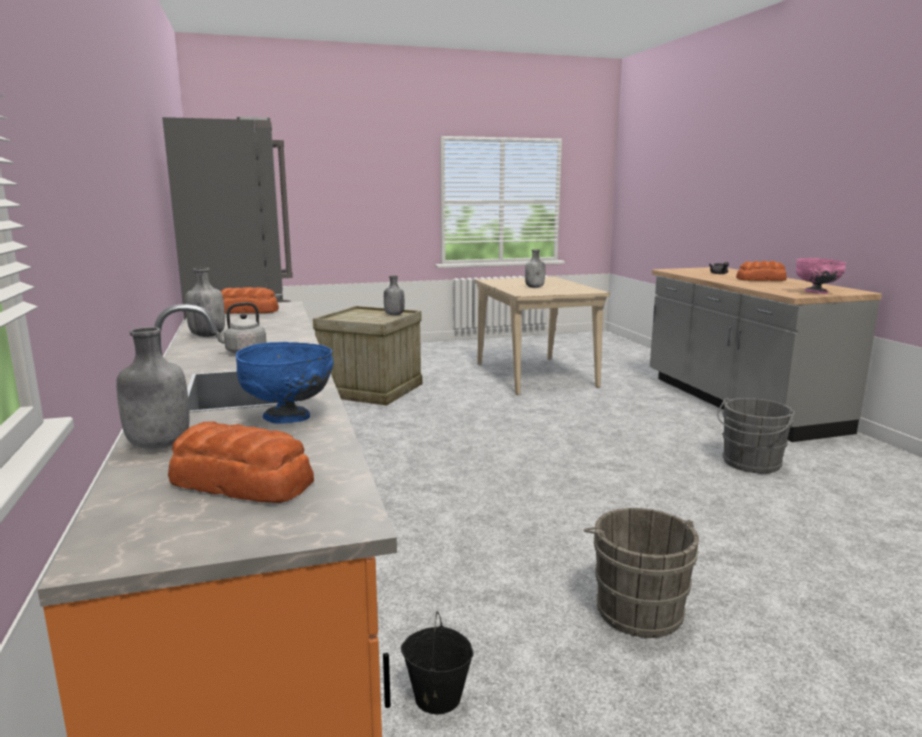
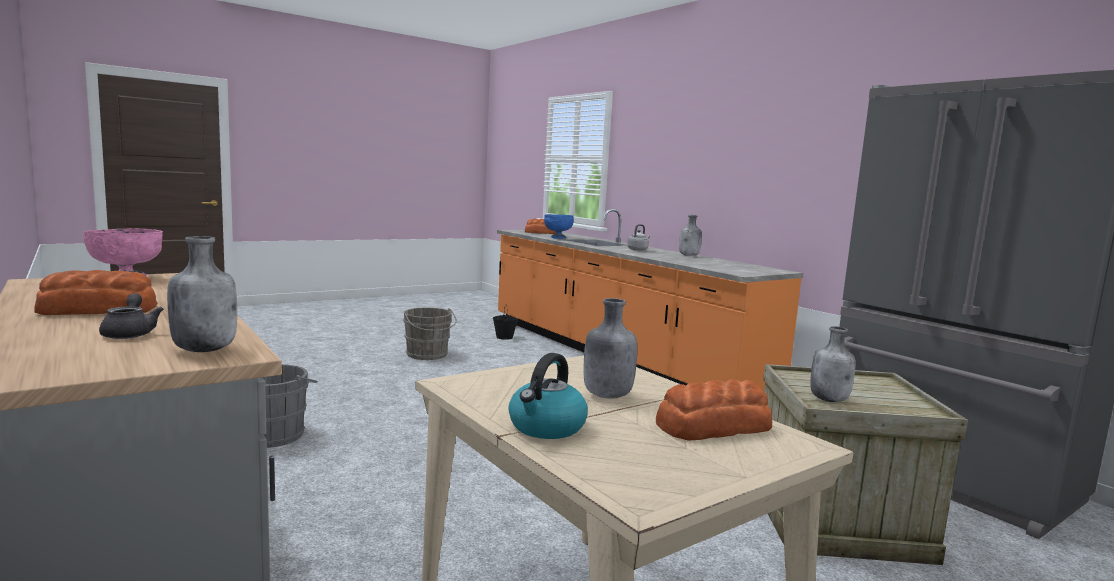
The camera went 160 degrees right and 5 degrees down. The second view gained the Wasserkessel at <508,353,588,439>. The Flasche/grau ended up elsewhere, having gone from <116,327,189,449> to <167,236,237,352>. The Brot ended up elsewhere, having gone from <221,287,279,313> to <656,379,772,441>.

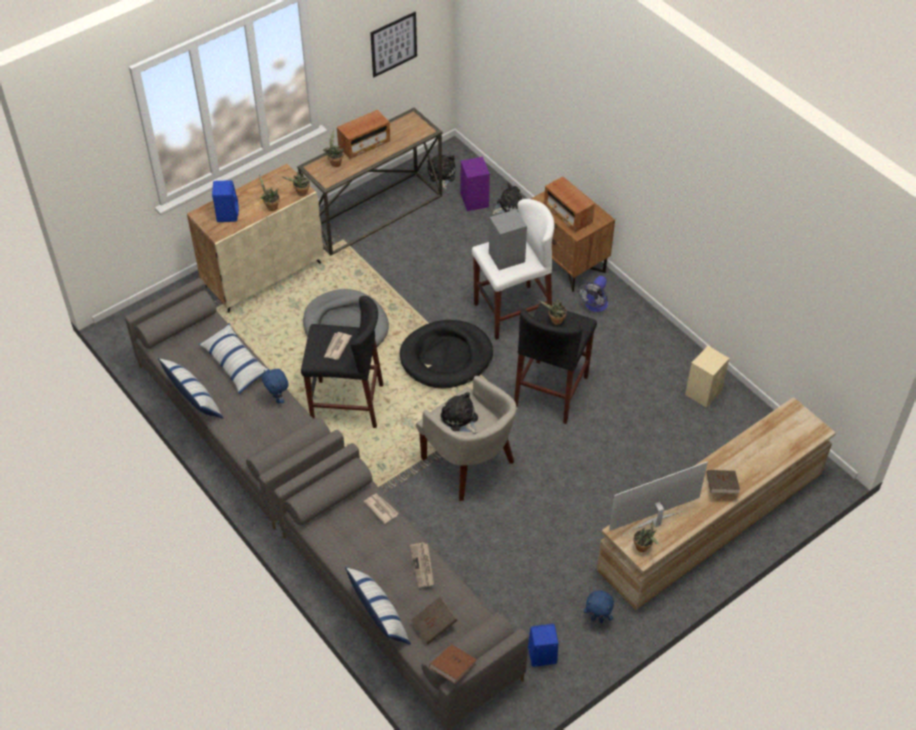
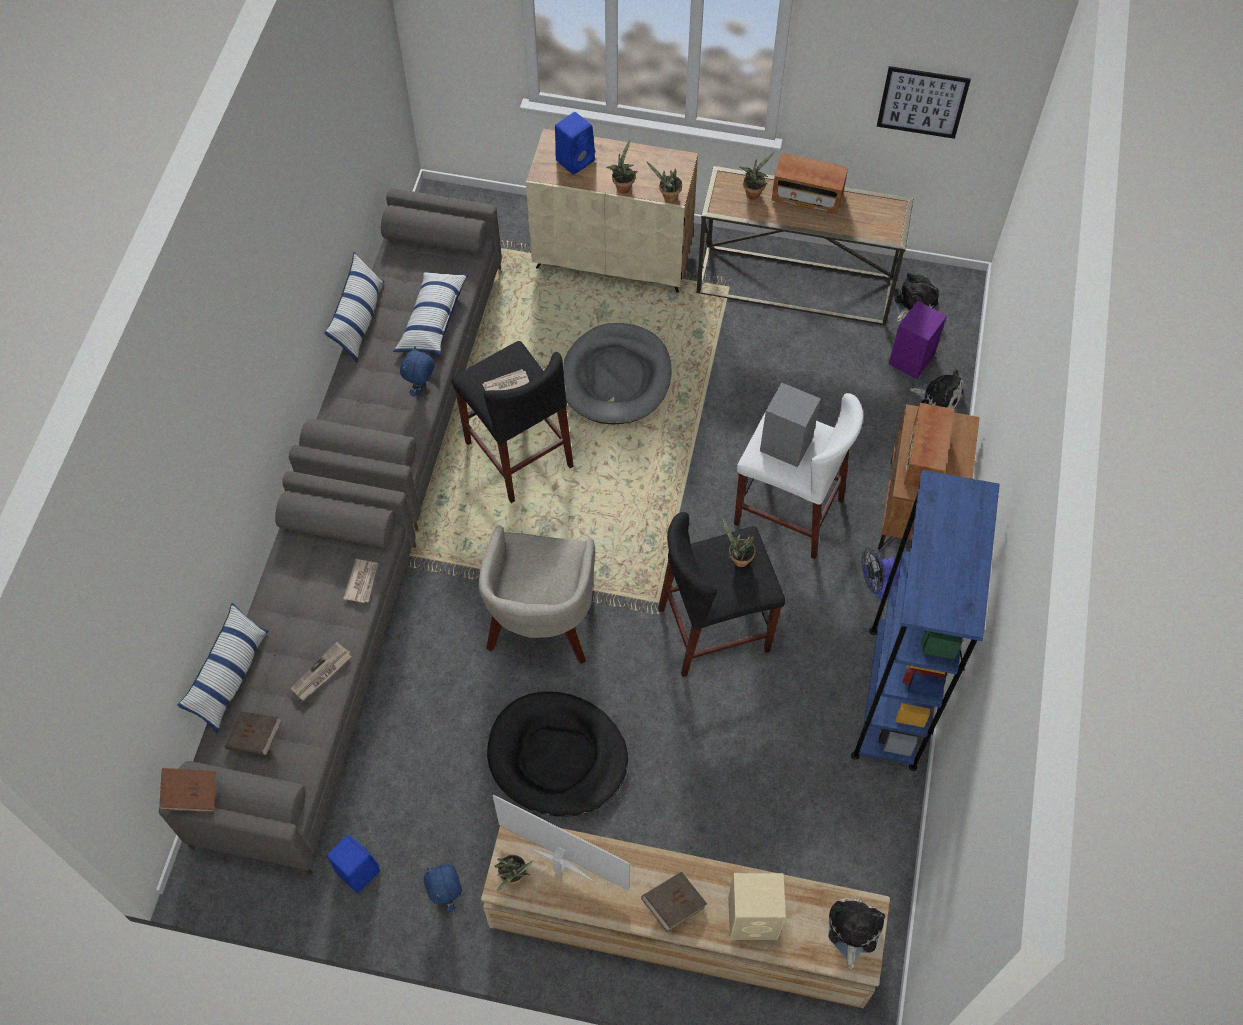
The camera went 50 degrees right and 10 degrees up. The second view gained the Bücherregal/blau at <851,470,1000,771>. The Hundebett/schwarz ended up elsewhere, having gone from <400,320,493,388> to <487,691,628,817>. The Plüschtier ended up elsewhere, having gone from <441,392,478,434> to <829,898,885,970>. The Lautsprecher/beige ended up elsewhere, having gone from <685,346,730,407> to <728,873,786,940>.

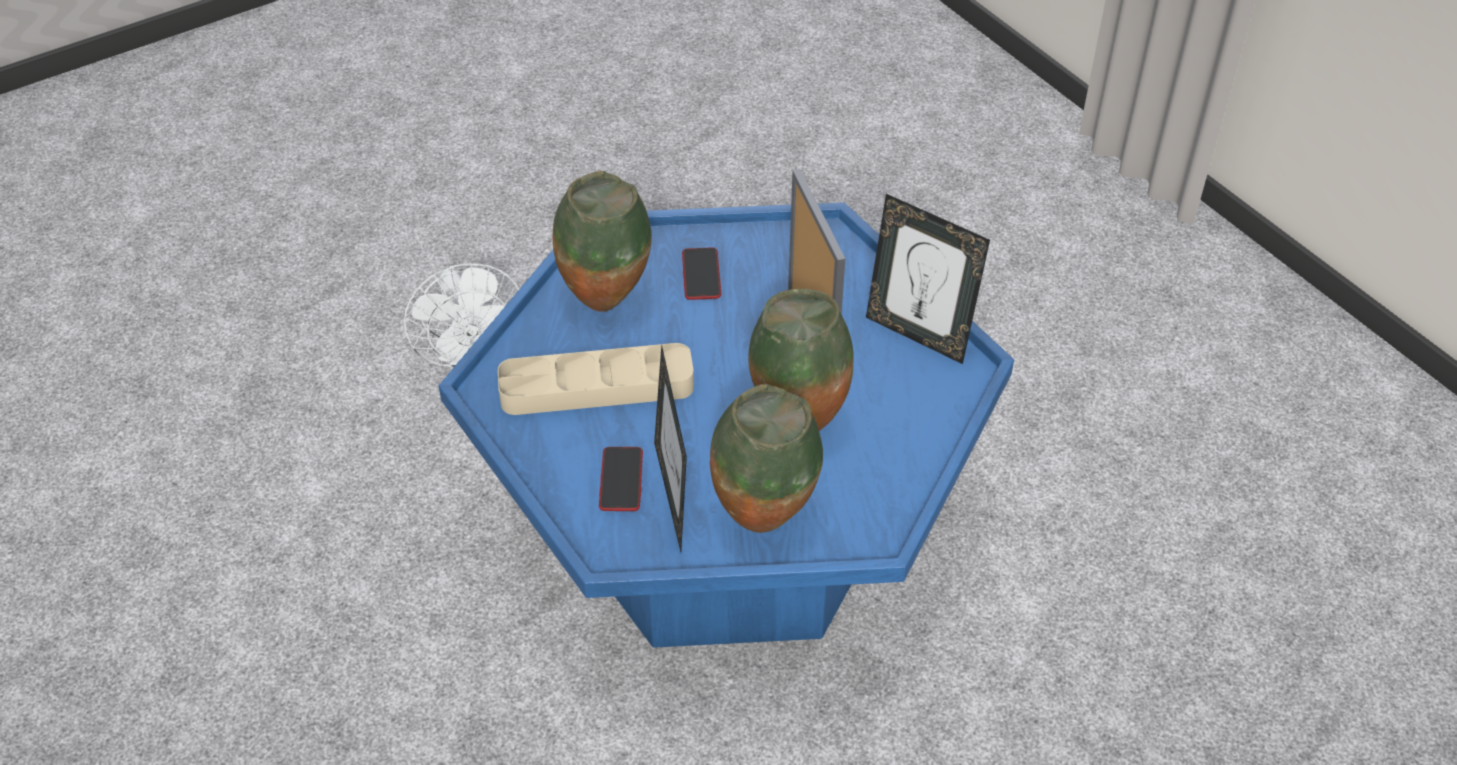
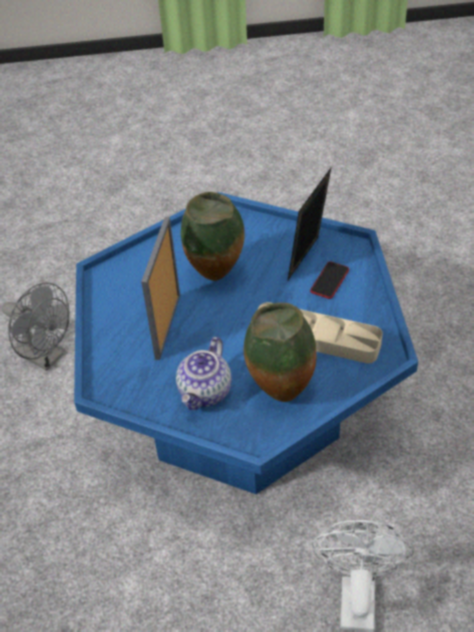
The camera went 150 degrees left and 0 degrees up. The second view lost the Vase at <710,384,823,533>. The second view lost the Bilderrahmen at <866,194,990,364>. The second view gained the Ventilator/grau at <2,283,70,371>. Where the Handy stood at <682,247,721,300>, the Teekanne came to stand at <176,337,231,410>.

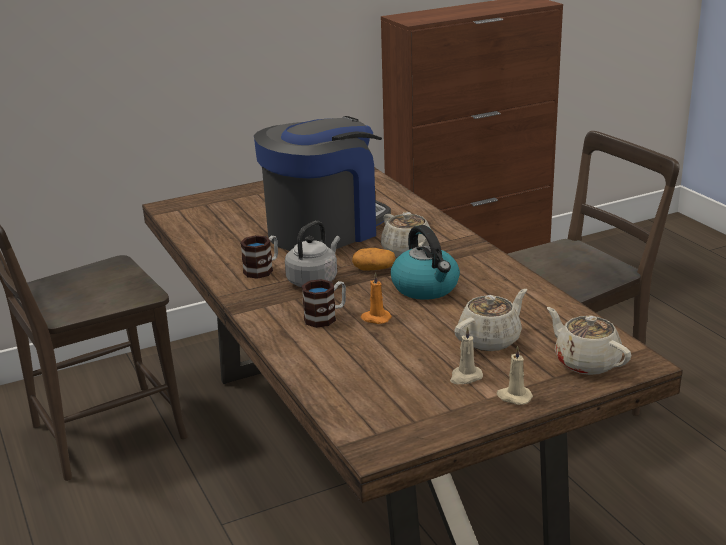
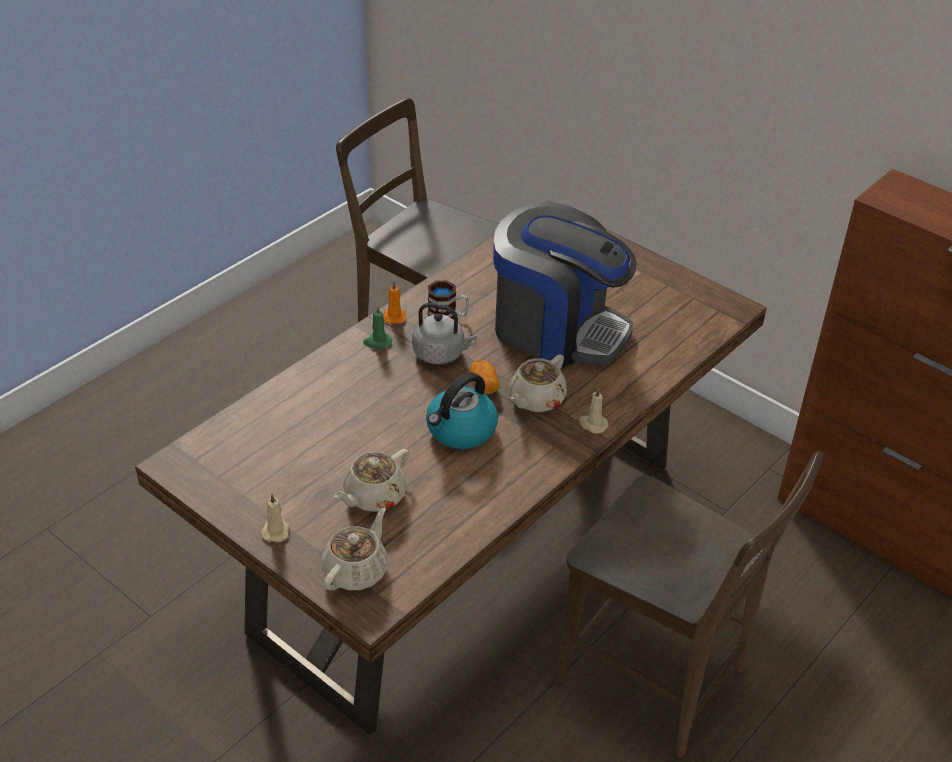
The camera went 65 degrees right and 15 degrees up. The second view lost the Henkelbecher at <302,279,346,328>. The second view gained the Kerze/grün at <363,305,392,349>. The Kerze/orange ended up elsewhere, having gone from <361,273,392,324> to <383,281,406,324>. The Kerze/beige ended up elsewhere, having gone from <450,327,483,384> to <579,387,608,434>. The Teekanne/beige at <454,289,527,351> ended up facing another way, 105 degrees clockwise from before.

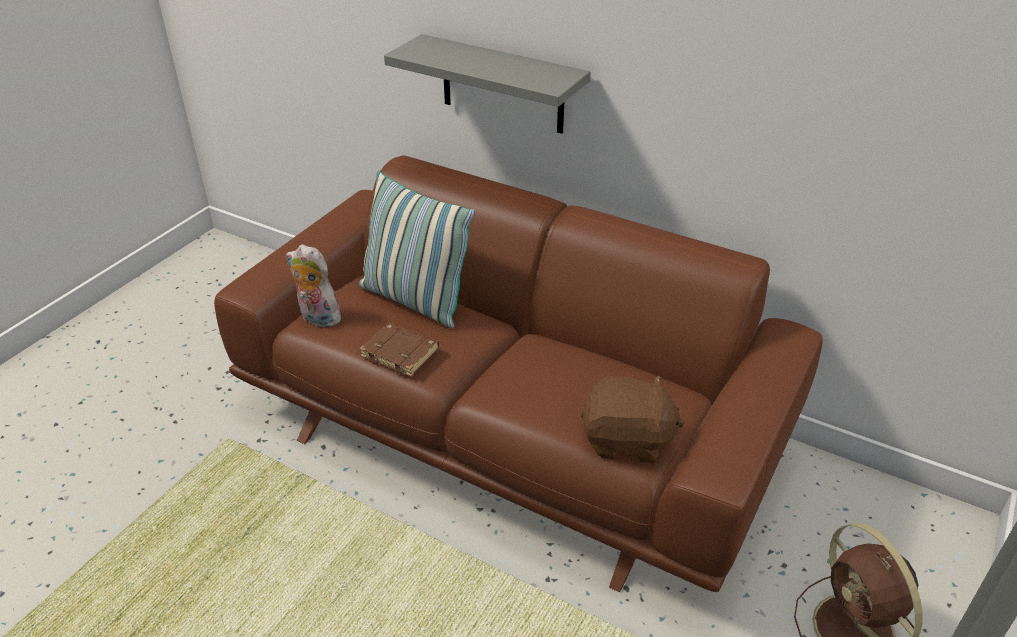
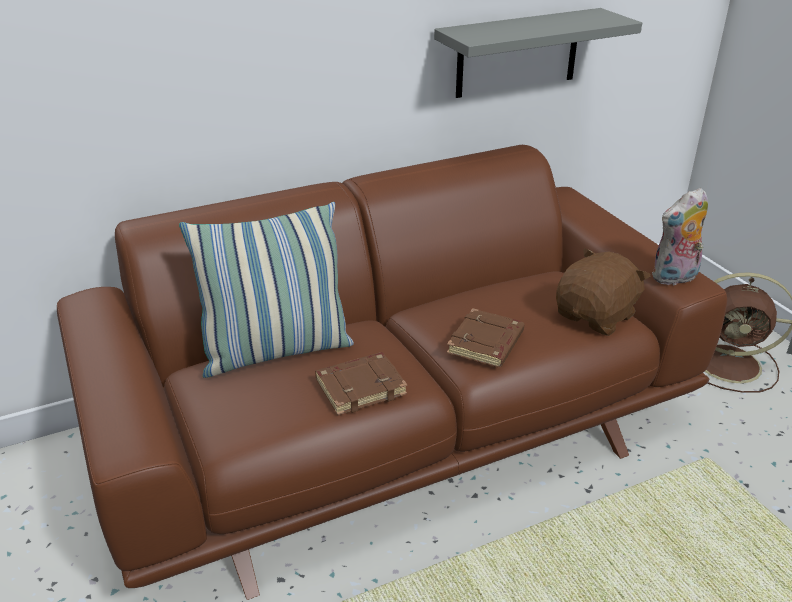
The camera went 55 degrees left and 5 degrees down. The second view gained the Buch/braun at <447,308,525,367>. The Plüschtier ended up elsewhere, having gone from <286,244,341,328> to <652,188,708,285>. The Wandregal/grau ended up elsewhere, having gone from <384,34,591,134> to <434,8,642,98>.

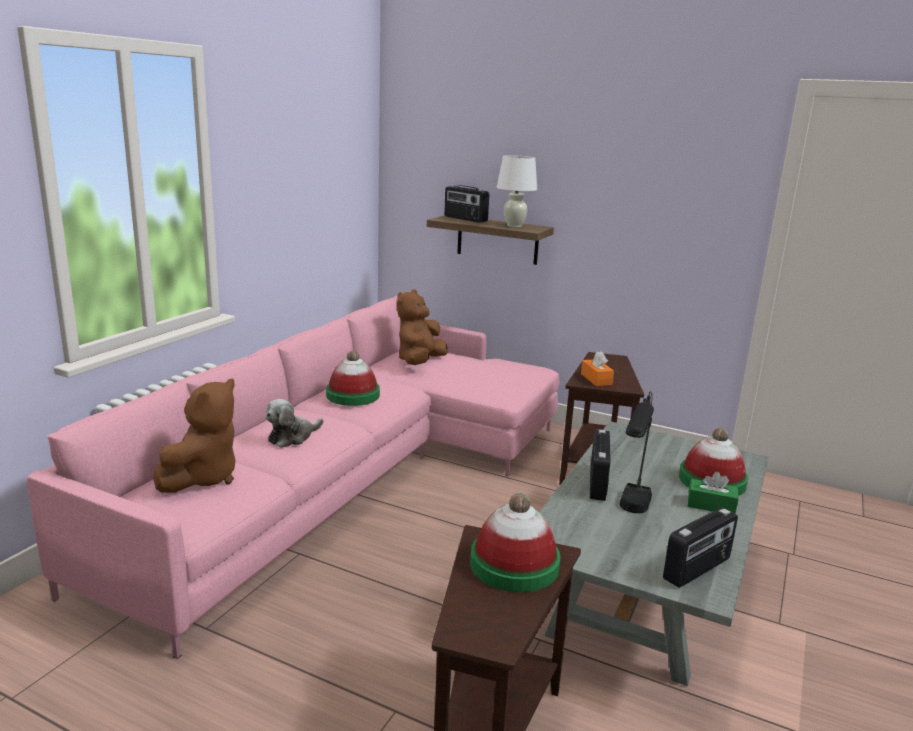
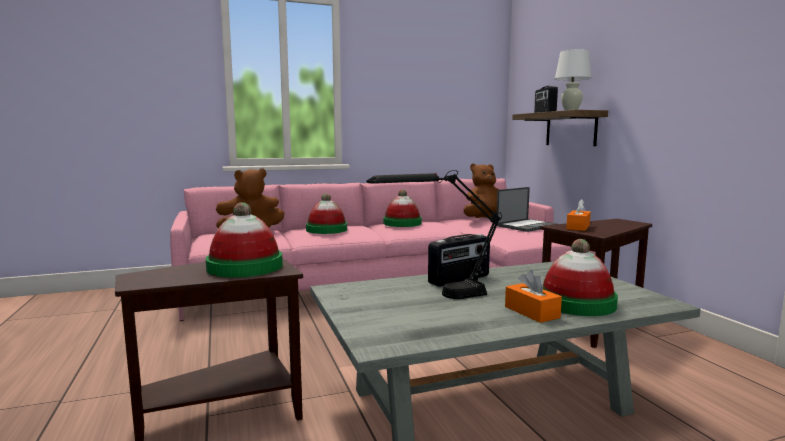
The camera went 45 degrees right and 10 degrees down. The second view lost the Radio at <663,507,738,588>. The second view gained the Laptop at <497,187,556,232>. Where the Plüschtier stood at <266,399,323,448>, the Hut came to stand at <306,193,347,234>. What was the Taschentuchbox/grün at <688,472,739,514> turned into the Taschentuchbox/orange at <505,270,562,323>.

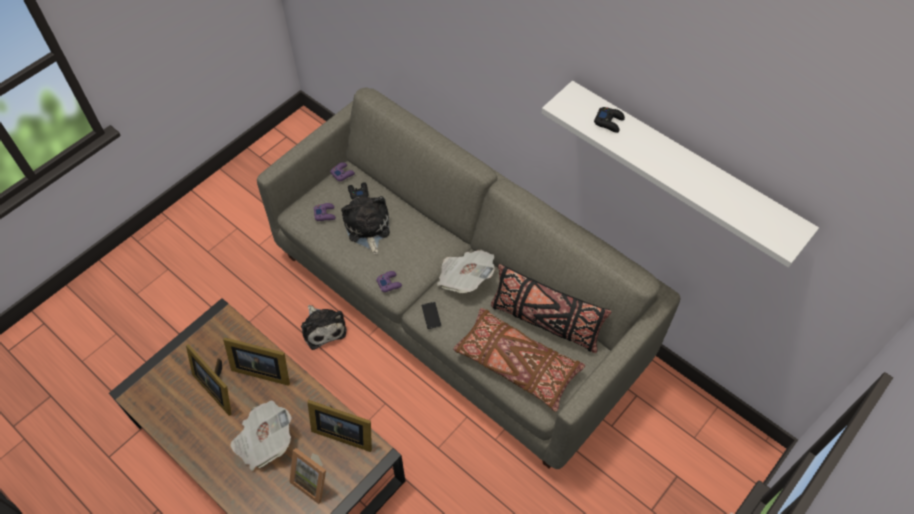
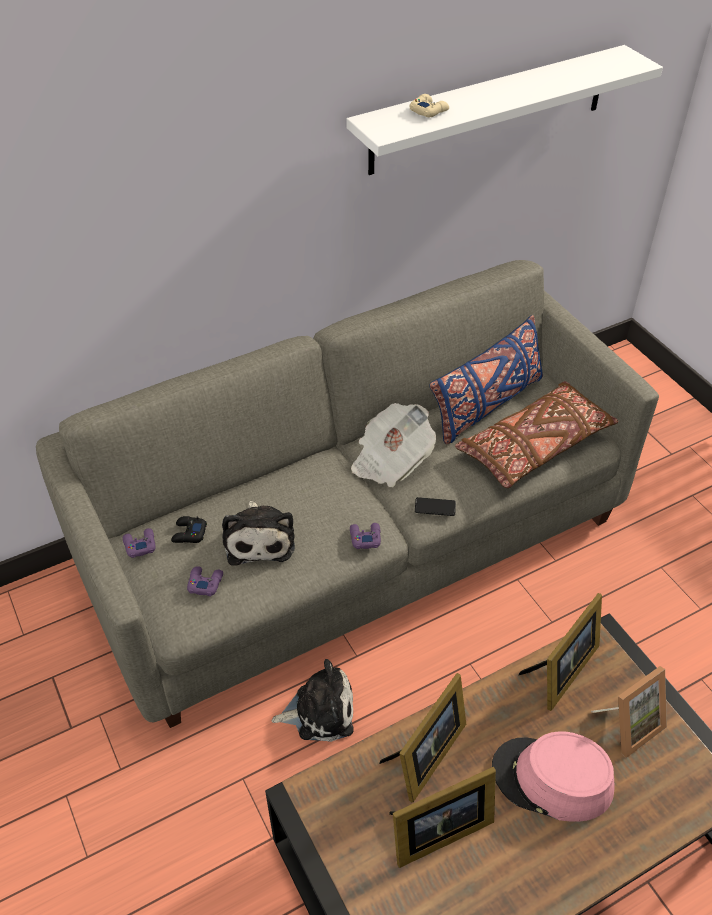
The camera went 70 degrees left and 10 degrees down. Where the Zeitung stood at <231,401,292,471>, the Hut/rosa came to stand at <492,731,614,822>. What was the Kissen/schwarz at <491,264,612,353> turned into the Kissen/blau at <429,315,543,444>. What was the Gamepad/schwarz at <594,107,625,133> turned into the Gamepad/beige at <409,94,449,118>. The Plüschtier at <341,196,390,254> ended up facing another way, 105 degrees counterclockwise from before.

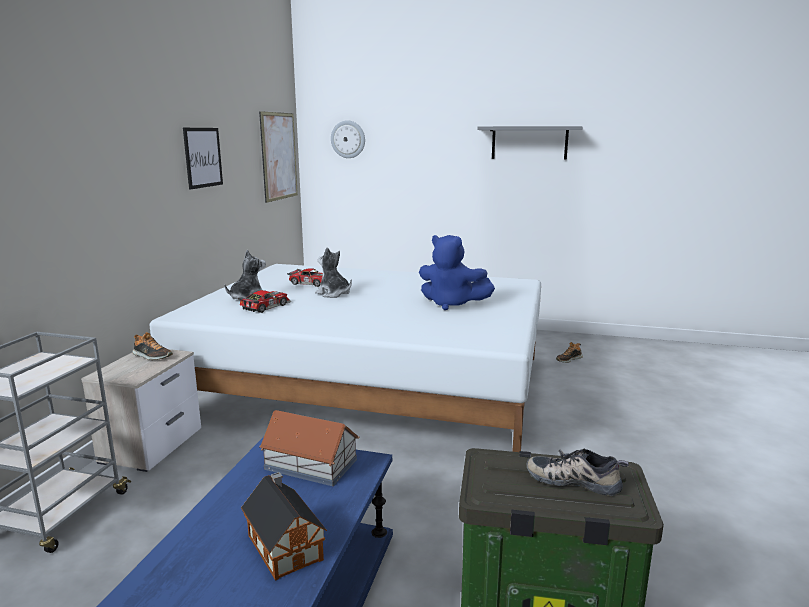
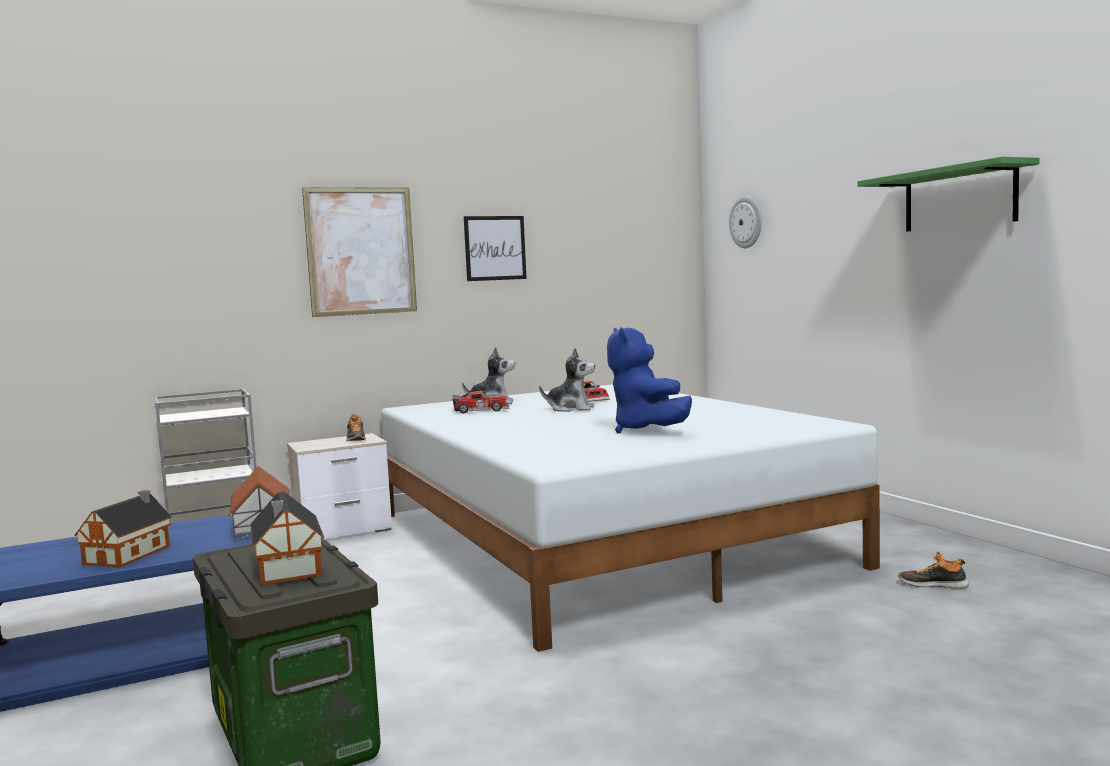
The camera went 50 degrees right and 10 degrees down. The Bild ended up elsewhere, having gone from <259,111,298,203> to <302,187,417,317>. Where the Schuh stood at <527,448,629,496>, the Spielzeughaus came to stand at <250,491,324,585>. What was the Wandregal/grau at <477,126,583,160> turned into the Wandregal/grün at <858,157,1040,232>. The Plüschtier at <315,247,352,298> ended up facing another way, 105 degrees clockwise from before.

